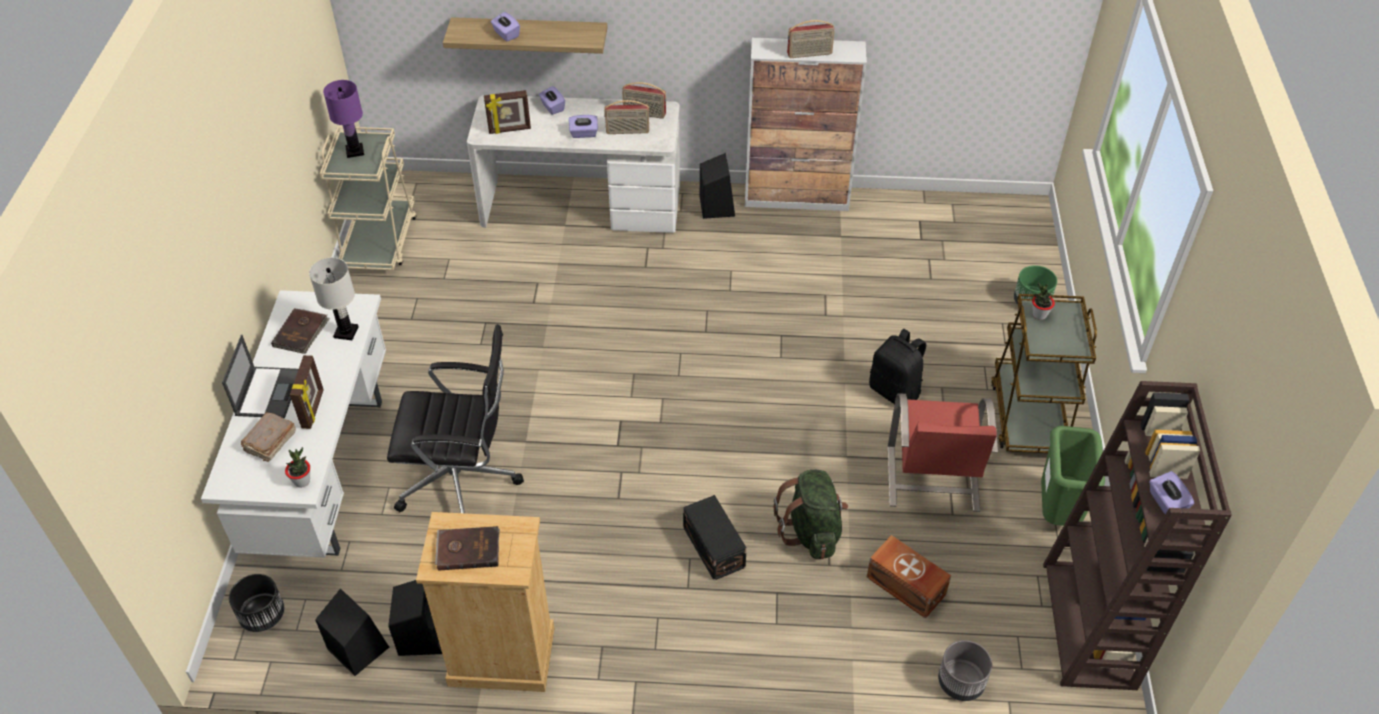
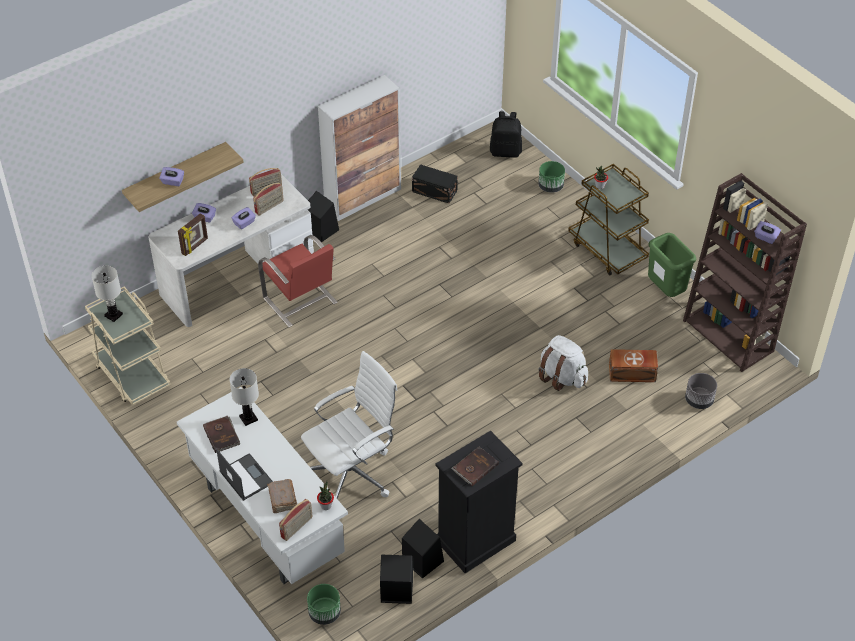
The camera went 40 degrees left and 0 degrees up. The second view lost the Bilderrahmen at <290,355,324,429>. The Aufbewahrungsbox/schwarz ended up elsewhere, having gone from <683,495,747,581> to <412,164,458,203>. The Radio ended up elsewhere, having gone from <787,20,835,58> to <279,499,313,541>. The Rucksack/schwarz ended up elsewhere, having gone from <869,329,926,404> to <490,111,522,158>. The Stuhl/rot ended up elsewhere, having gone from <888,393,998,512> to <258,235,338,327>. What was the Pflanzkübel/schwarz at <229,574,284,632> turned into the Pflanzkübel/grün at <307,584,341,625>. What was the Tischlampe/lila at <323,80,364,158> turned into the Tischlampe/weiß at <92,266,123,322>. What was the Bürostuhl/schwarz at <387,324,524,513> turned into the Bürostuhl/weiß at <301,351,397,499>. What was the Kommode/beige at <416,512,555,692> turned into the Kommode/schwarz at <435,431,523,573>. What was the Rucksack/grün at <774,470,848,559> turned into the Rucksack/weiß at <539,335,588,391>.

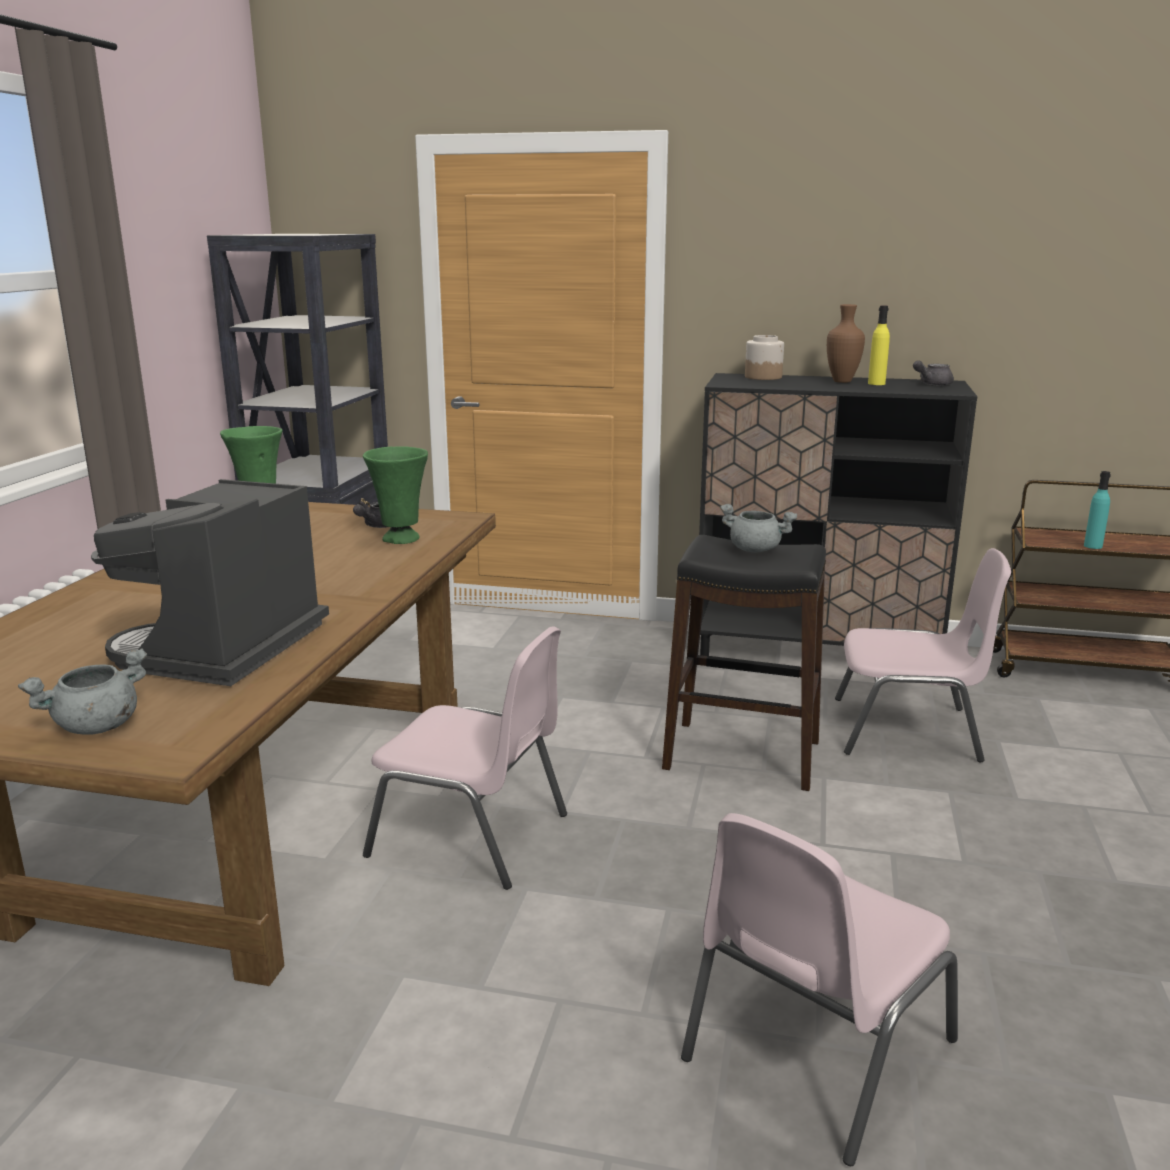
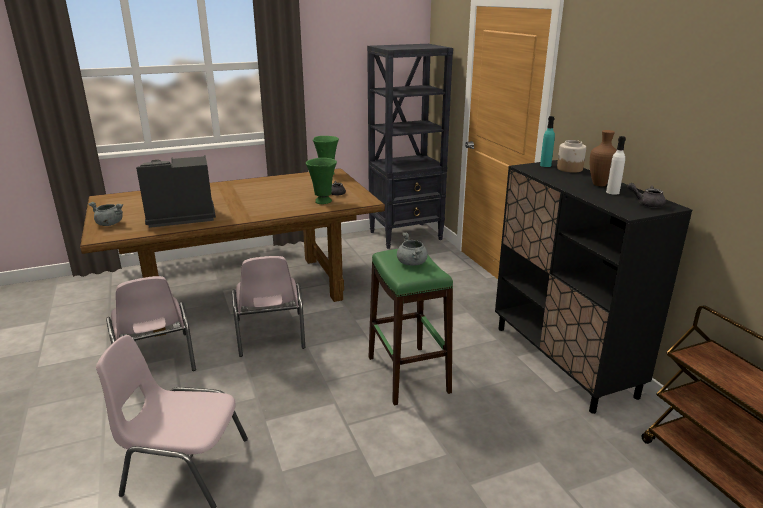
The camera went 55 degrees right and 5 degrees up. The Stuhl/rosa ended up elsewhere, having gone from <835,548,1011,762> to <106,276,196,371>. The Flasche/türkis ended up elsewhere, having gone from <1084,471,1111,549> to <540,116,555,167>. What was the Hocker/schwarz at <662,535,826,791> turned into the Hocker/grün at <369,249,453,405>. What was the Flasche/gelb at <868,306,890,385> turned into the Flasche/weiß at <606,136,626,195>.

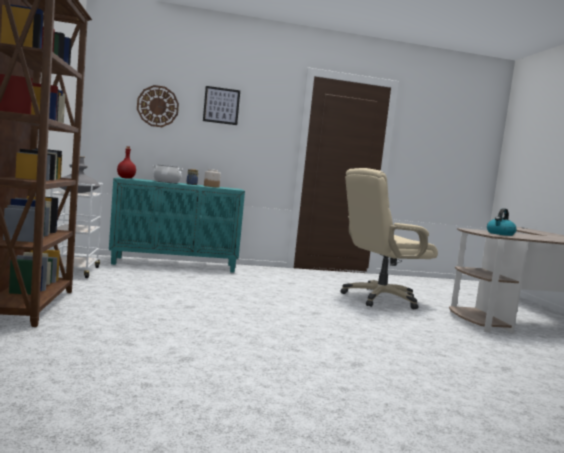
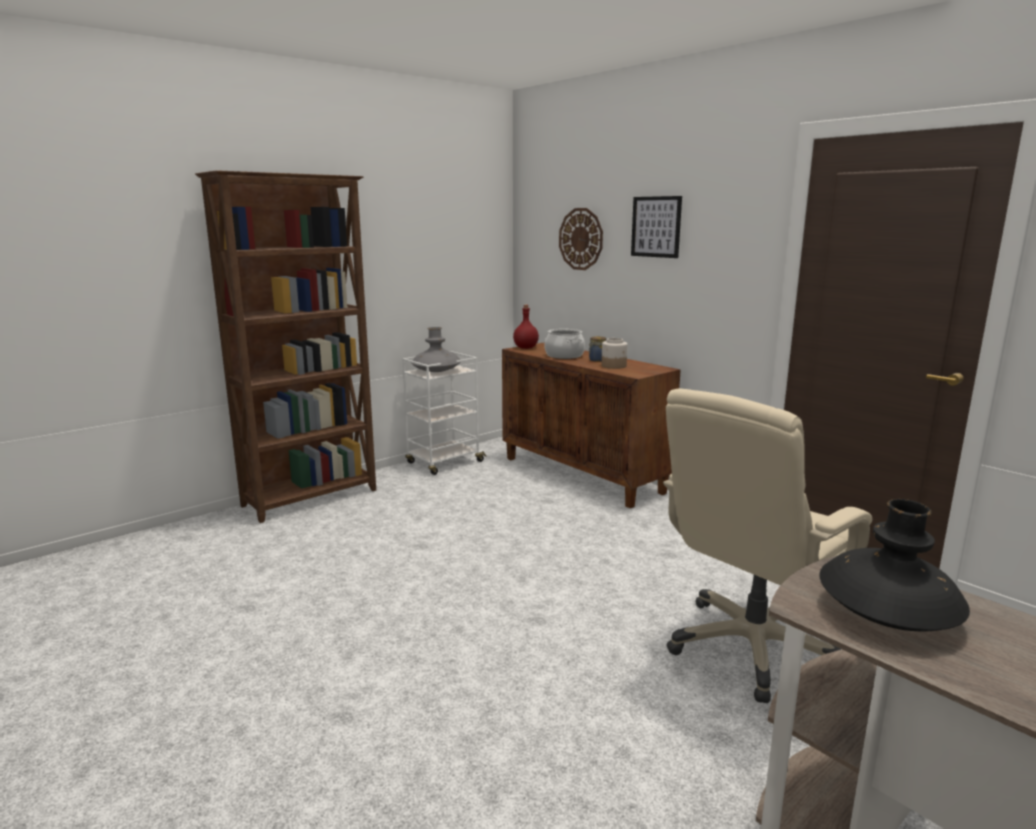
The camera went 60 degrees right and 10 degrees up. Where the Wasserkessel stood at <487,208,517,236>, the Vase/schwarz came to stand at <819,499,970,632>. What was the Schrank/türkis at <109,177,245,273> turned into the Schrank/braun at <502,342,681,508>. The Bürostuhl/beige at <341,168,438,309> ended up facing another way, 75 degrees counterclockwise from before.

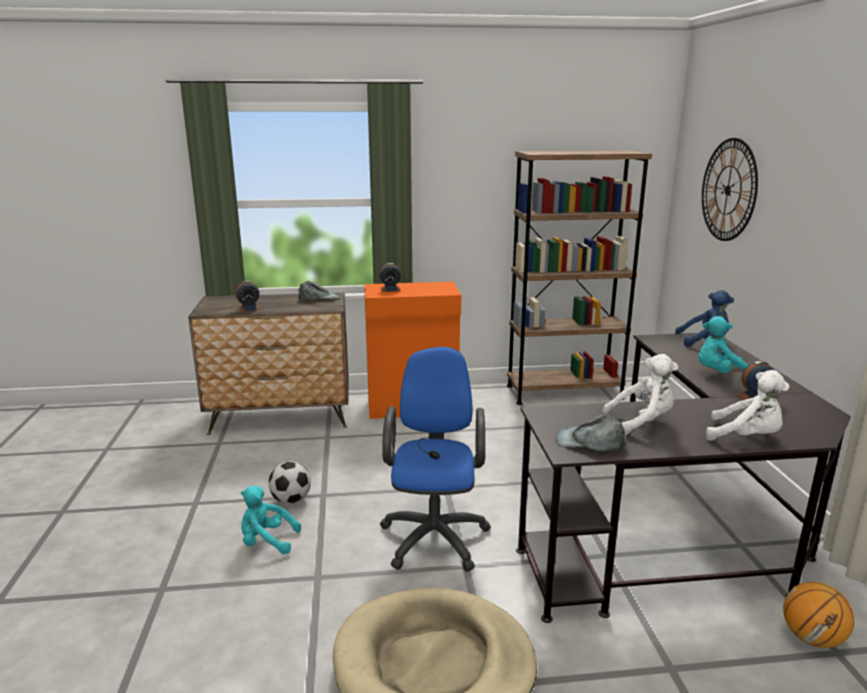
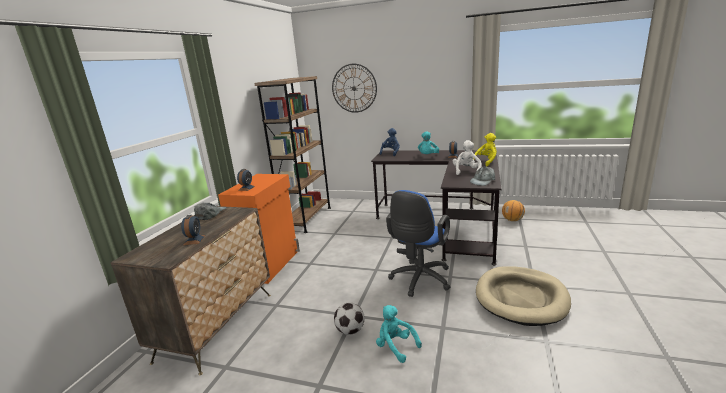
The camera went 65 degrees left and 0 degrees up. What was the Plüschtier/weiß at <706,370,790,441> turned into the Plüschtier/gelb at <475,133,497,166>. The Plüschtier/türkis at <241,486,301,554> ended up facing another way, 105 degrees clockwise from before. The Bürostuhl/blau at <380,347,491,572> ended up facing another way, 90 degrees counterclockwise from before.

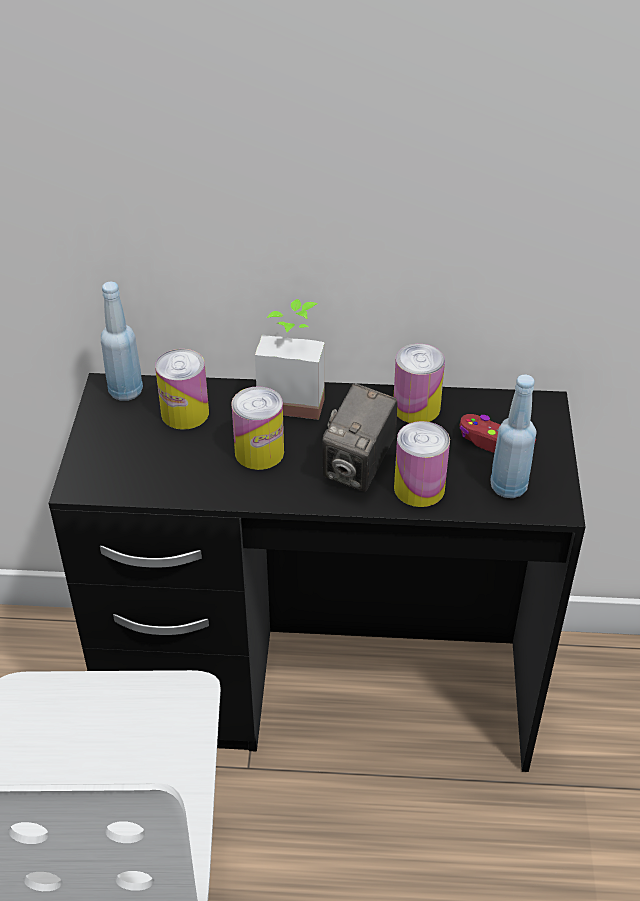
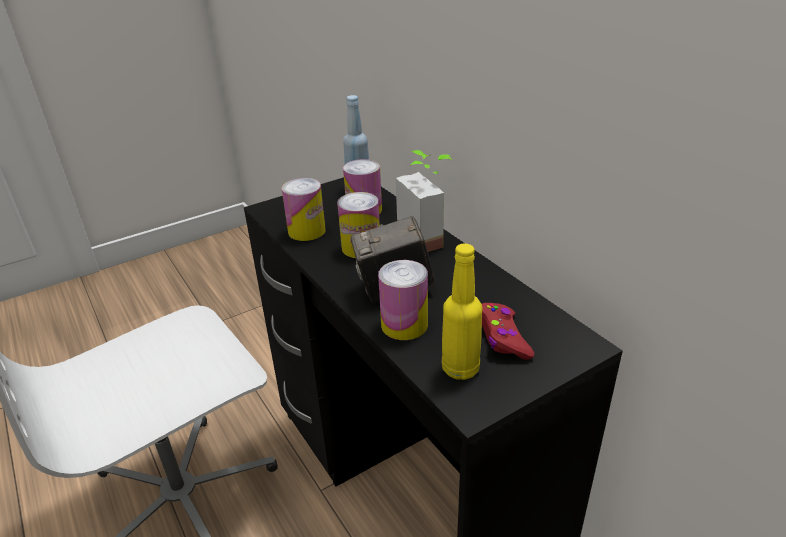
The camera went 55 degrees right and 10 degrees down. The Dose ended up elsewhere, having gone from <394,344,445,423> to <282,178,326,241>. What was the Flasche/blau at <490,374,536,498> turned into the Flasche/gelb at <442,243,483,380>.

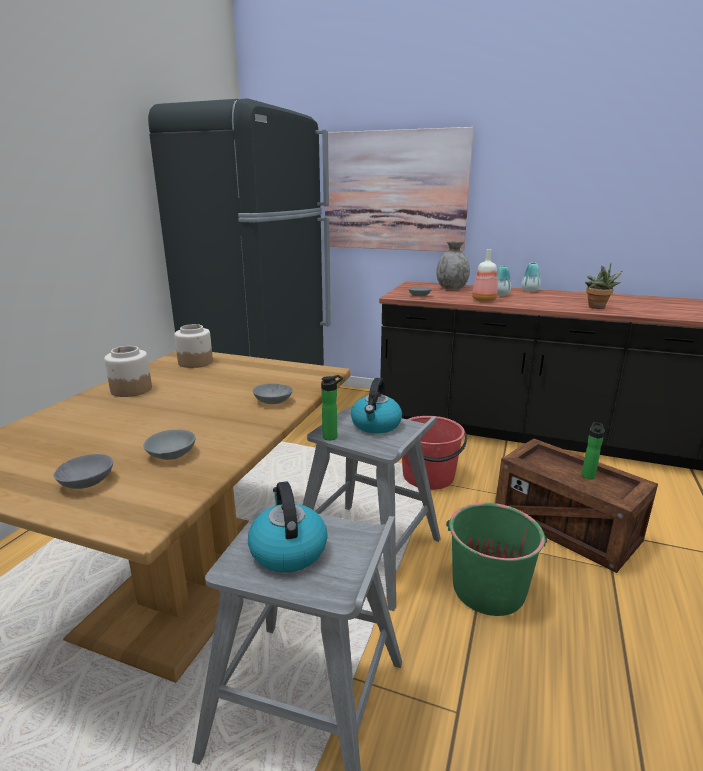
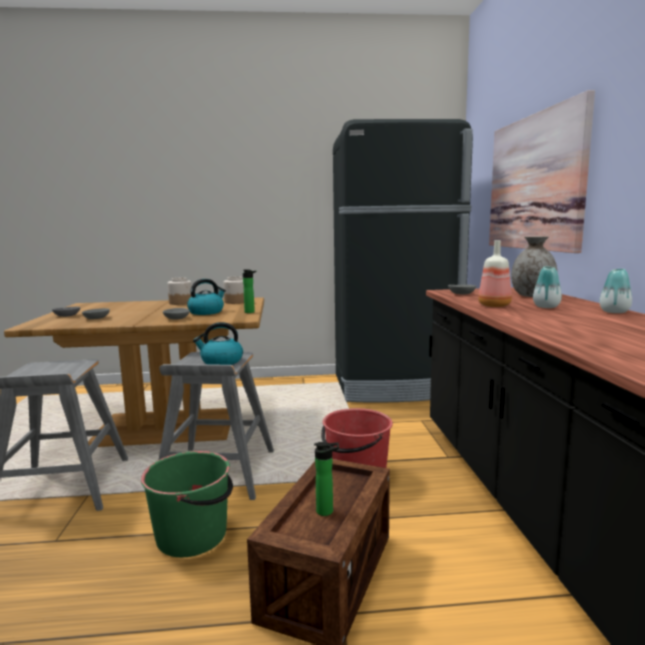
The camera went 65 degrees right and 10 degrees down. The second view lost the Topfpflanze at <585,263,622,309>. The Wasserkessel ended up elsewhere, having gone from <248,481,328,573> to <187,279,226,315>. The Flasche ended up elsewhere, having gone from <321,375,343,440> to <243,269,256,313>.

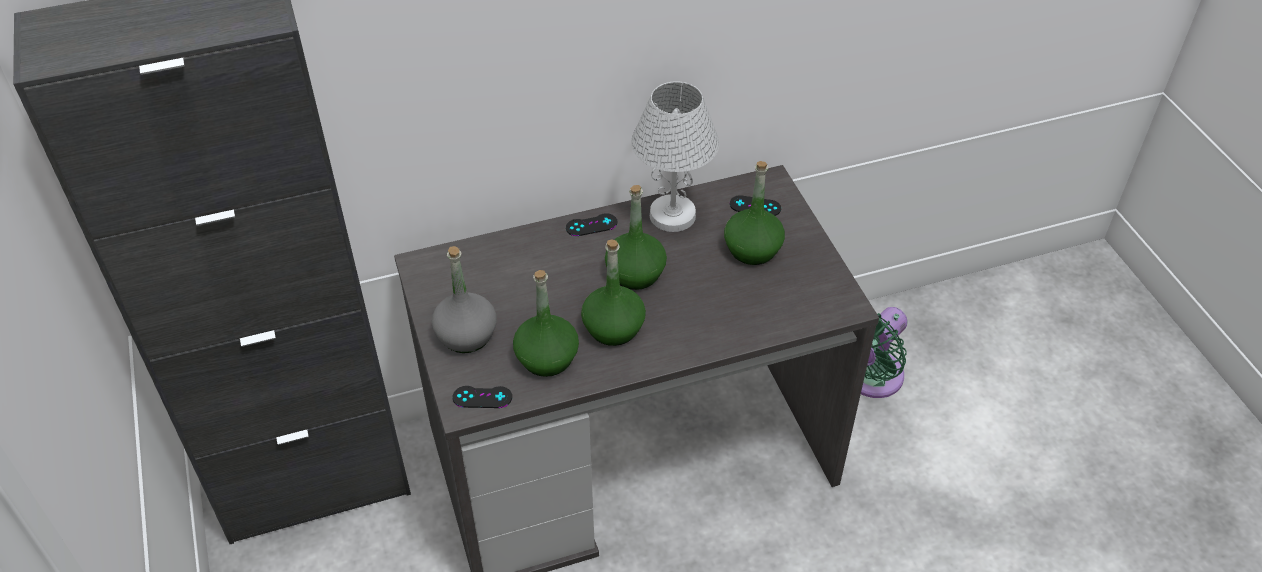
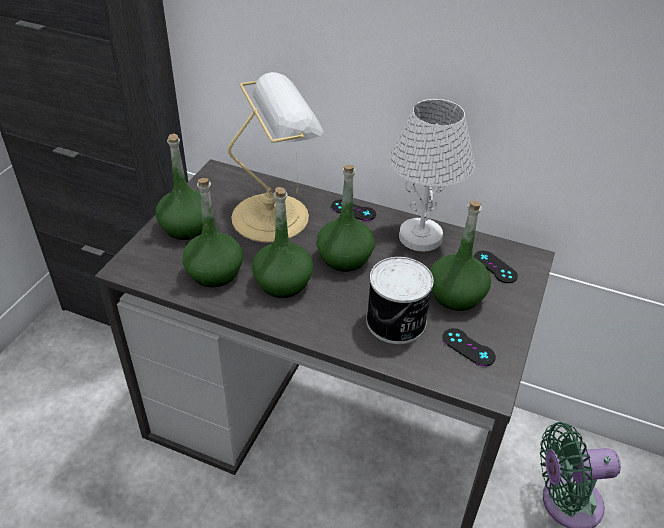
The camera went 40 degrees right and 5 degrees down. The second view gained the Tischlampe at <228,72,323,243>. The second view gained the Dose at <366,257,434,344>. The Gamepad/schwarz ended up elsewhere, having gone from <453,386,512,408> to <443,328,496,366>. What was the Flasche/grau at <432,246,497,353> turned into the Flasche/grün at <156,134,203,240>.

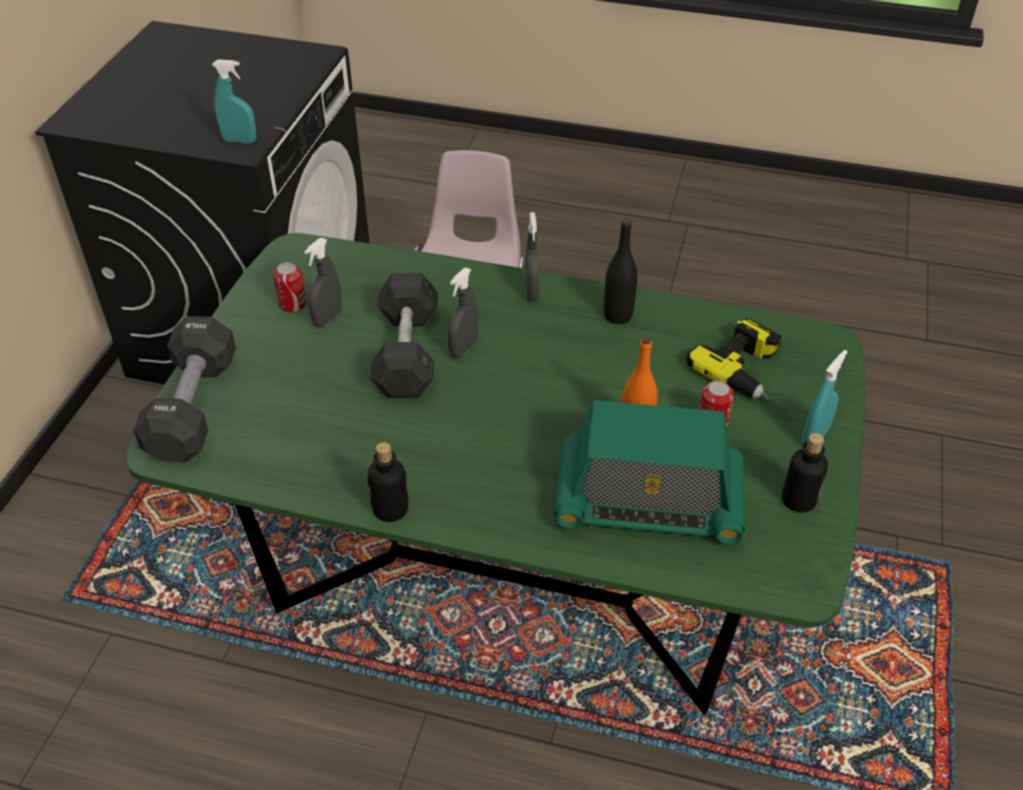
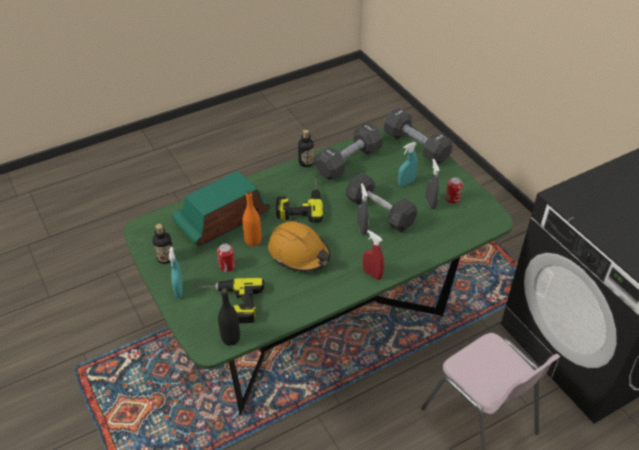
The camera went 135 degrees right and 0 degrees up. The second view gained the Schutzhelm/orange at <268,220,331,272>. The second view gained the Bohrmaschine at <276,178,323,223>. The second view gained the Hantel/schwarz at <315,122,383,180>. The Sprühflasche/türkis ended up elsewhere, having gone from <212,59,256,144> to <398,142,417,186>. The Flasche/schwarz ended up elsewhere, having gone from <604,218,637,324> to <218,288,240,345>. What was the Sprühflasche/grau at <525,212,539,302> turned into the Sprühflasche/rot at <363,230,384,280>.

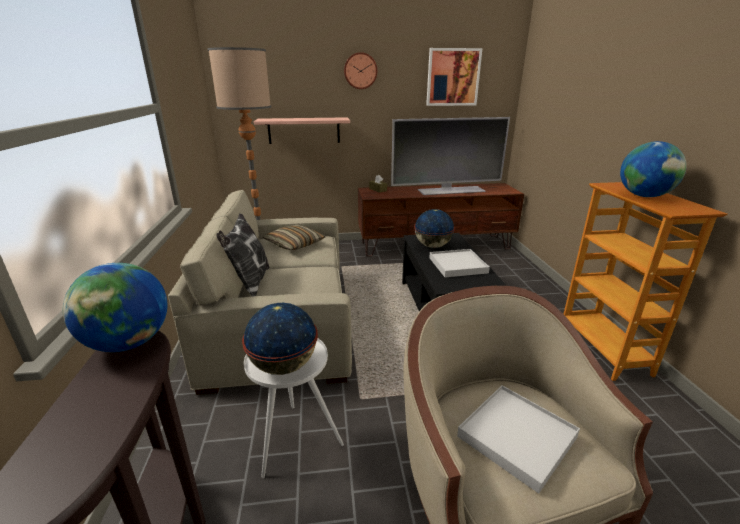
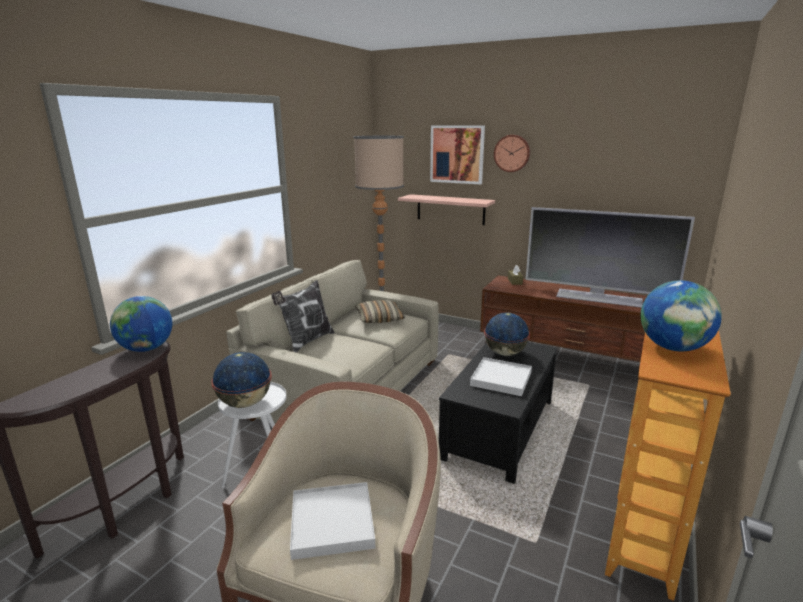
The camera went 35 degrees right and 5 degrees down. The Bild ended up elsewhere, having gone from <426,48,483,106> to <430,125,485,184>.

